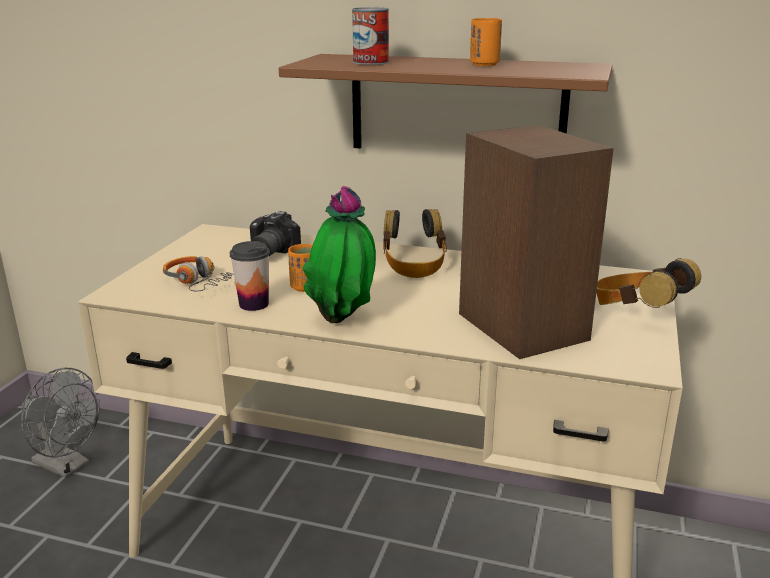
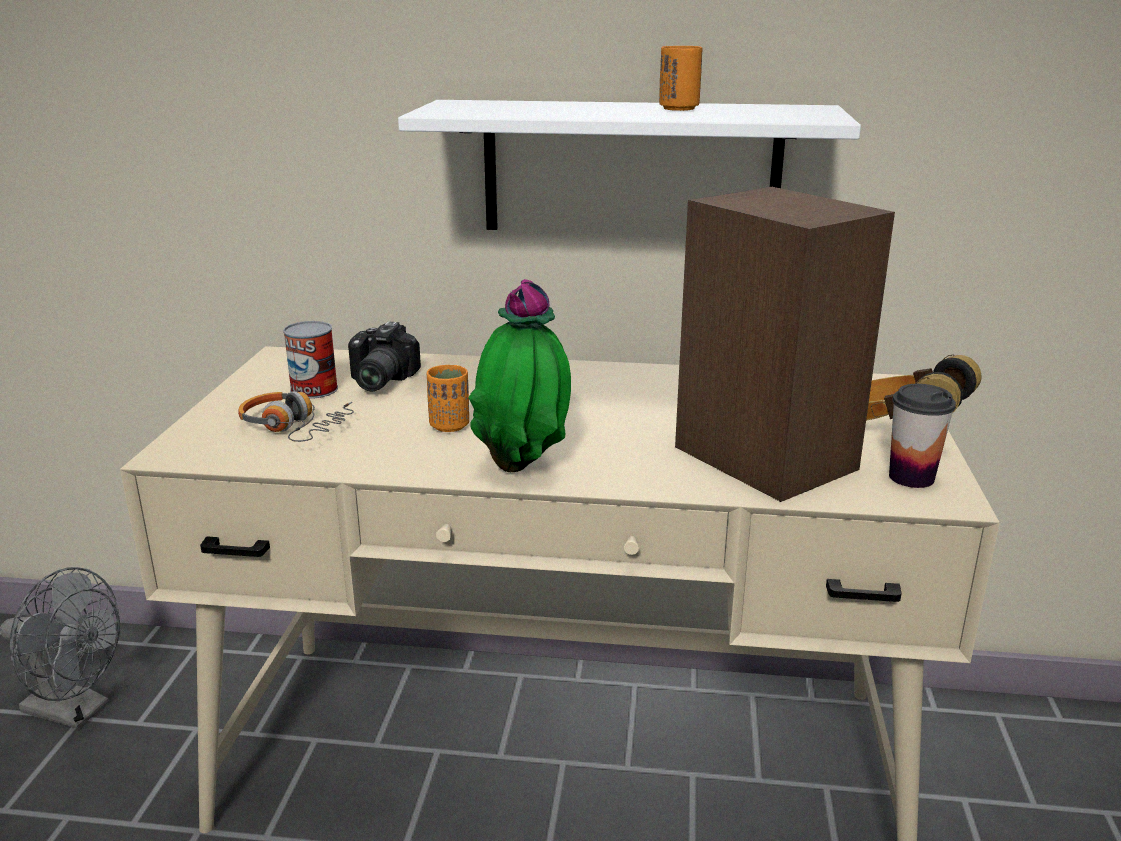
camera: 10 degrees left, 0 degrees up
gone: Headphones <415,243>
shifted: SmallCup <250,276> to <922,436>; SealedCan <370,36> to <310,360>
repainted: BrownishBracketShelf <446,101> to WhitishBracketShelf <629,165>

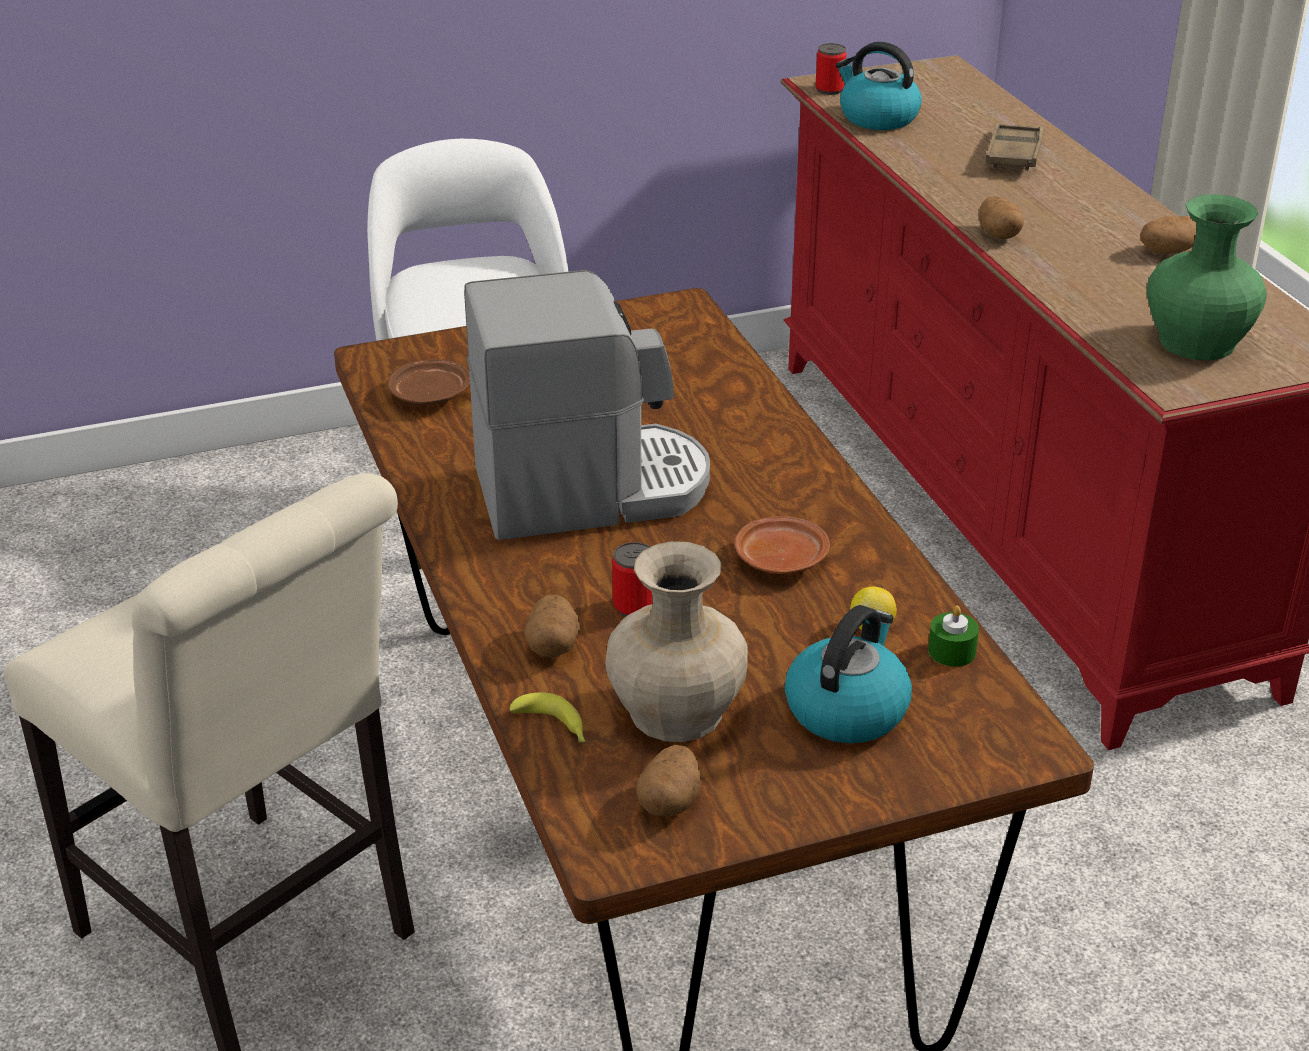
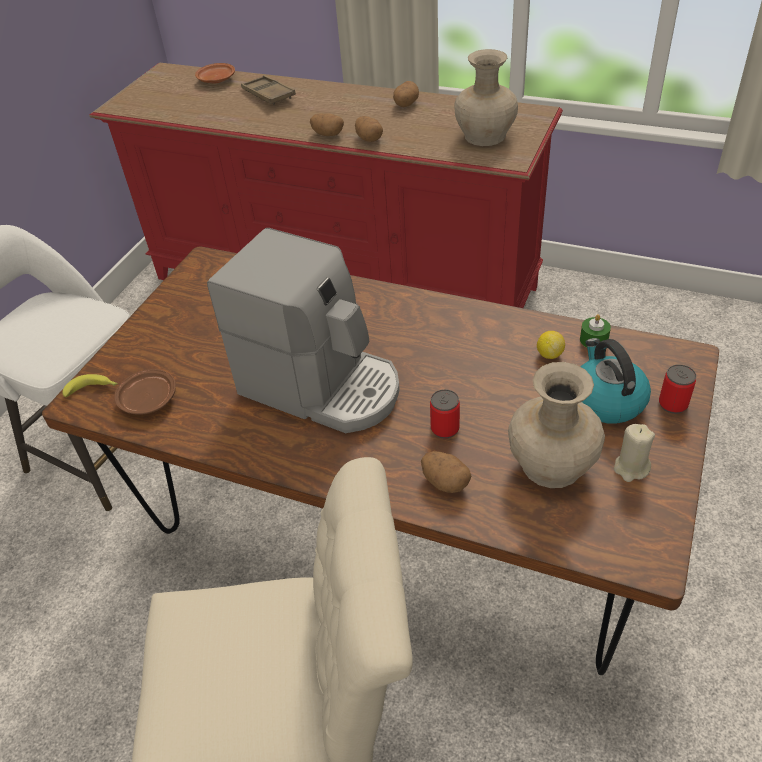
camera: 45 degrees left, 10 degrees up
gone: WaterKettle <879,86>
new: BeigeColouredCandle <634,453>
shifted: WholeBanana <548,717> to <89,385>; Potato <669,781> to <369,129>; BrownishDinnerPlate <782,545> to <215,73>; SealedCan <830,69> to <677,389>
repainted: GreenishDecorativeVase <1207,277> to BeigeColouredDecorativeVase <486,97>
rotated: CoffeeMaker <587,405> = <303,330> 90 degrees clockwise

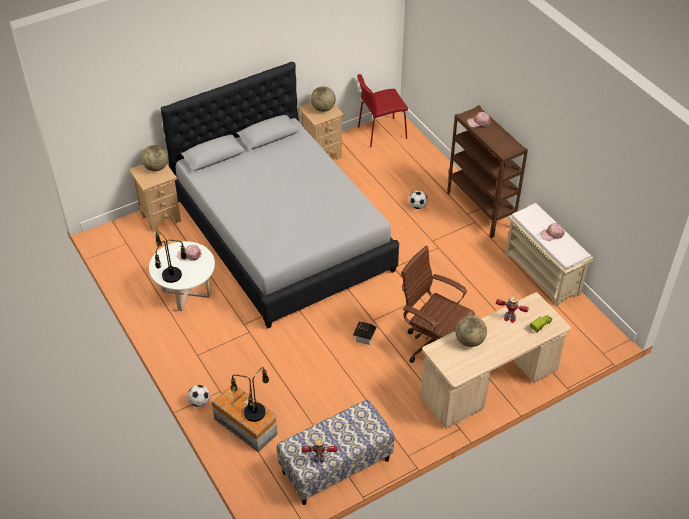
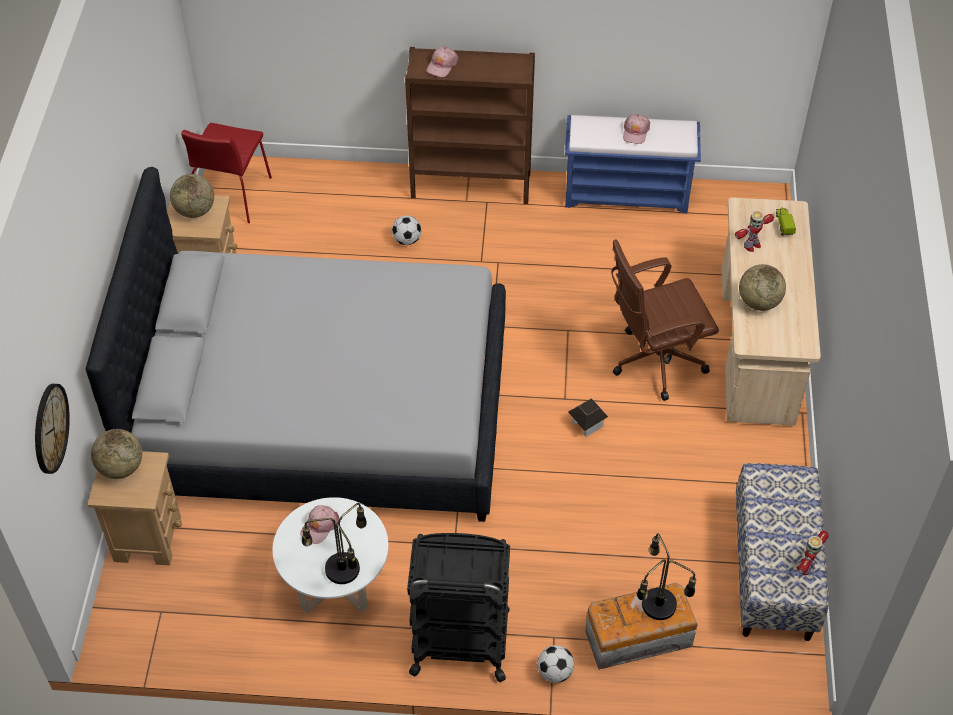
camera: 55 degrees left, 5 degrees up
new: ClockOnTheWall <52,429>; BlackCart <458,607>
repainted: BeigeColouredLongSeat <549,255> to BlueLongSeat <633,164>

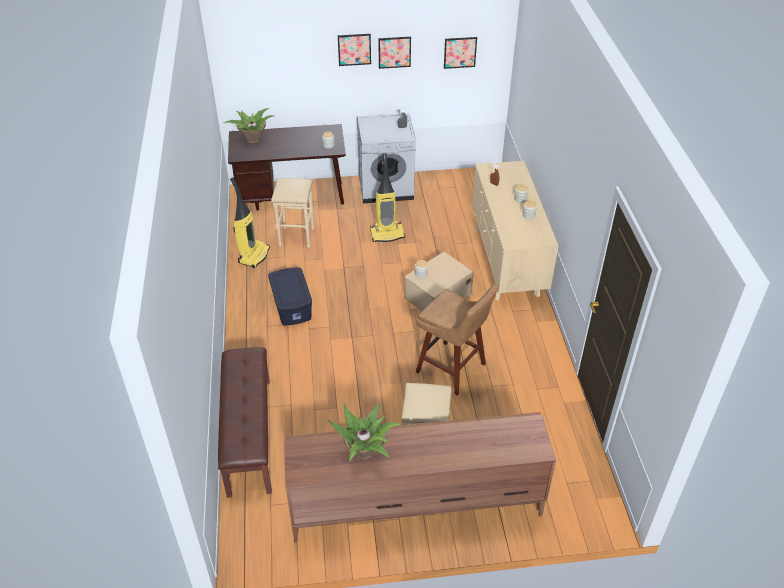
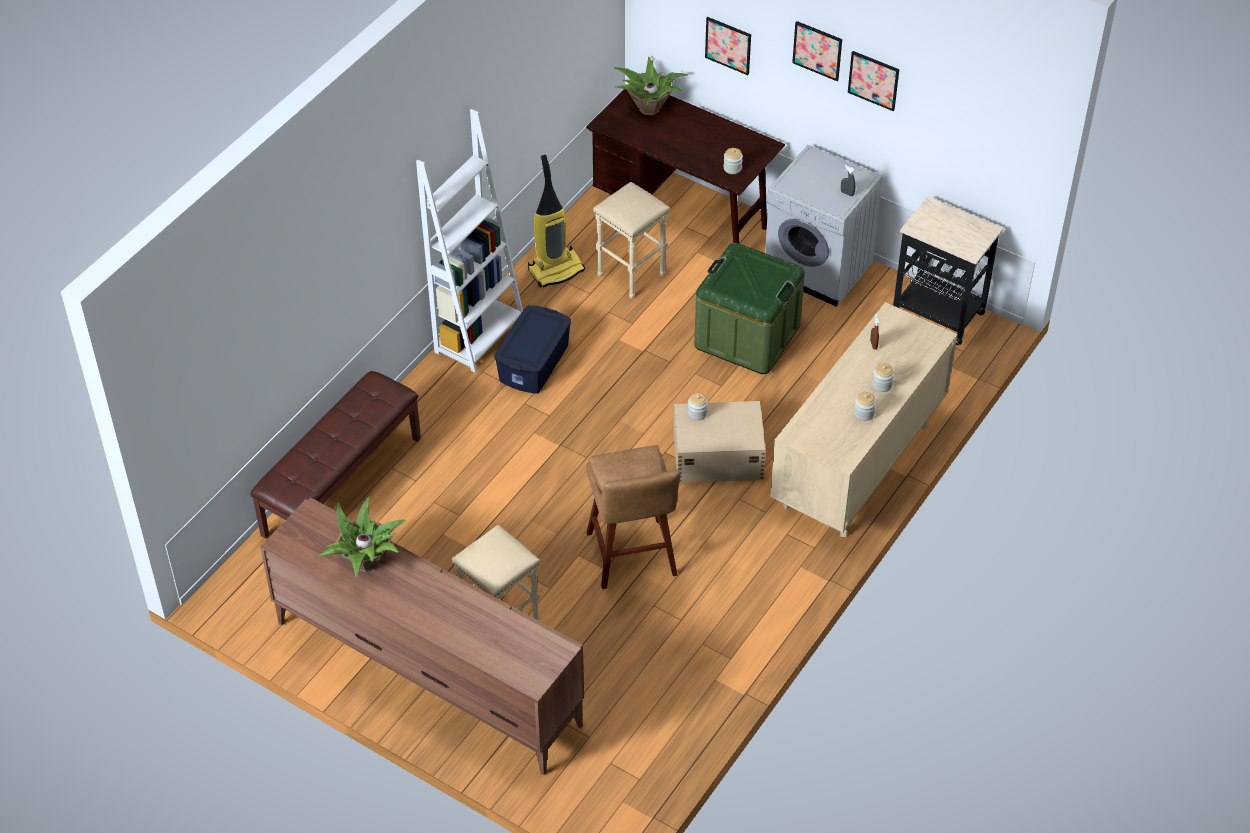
camera: 40 degrees right, 5 degrees up
new: WhitishBookcase <469,241>; Cart <948,271>
shifted: WallPicture <460,53> to <728,46>
swapped: VacuumCleaner <387,197> to GreenishStorageBox <749,308>

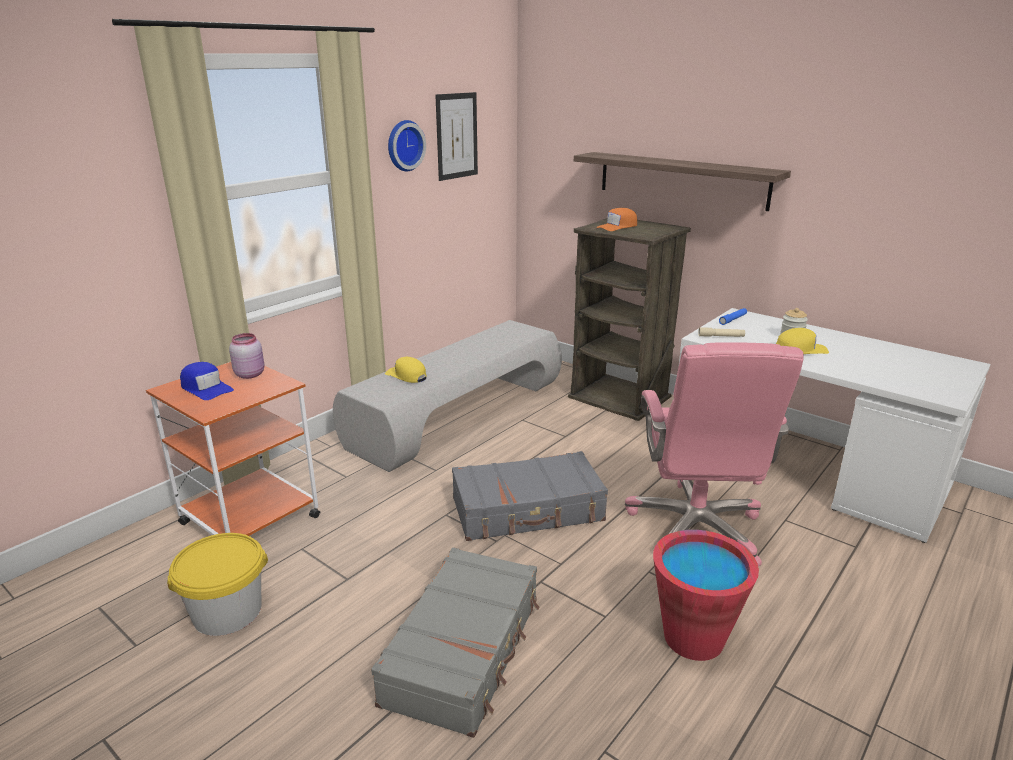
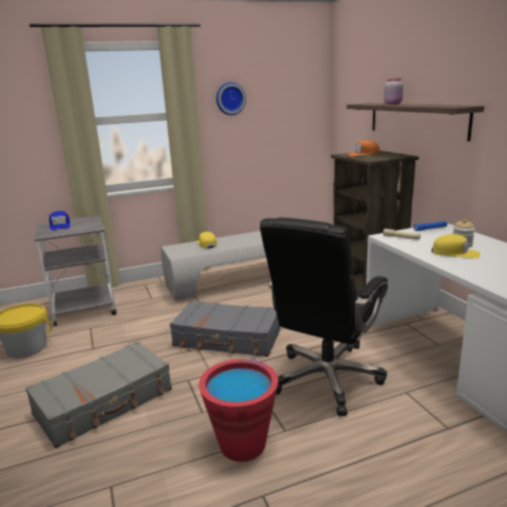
camera: 30 degrees right, 5 degrees down
gone: WallPicture <456,136>
shifted: PinkJar <246,356> to <393,91>
repainted: OrangeCart <233,449> to GreyCart <75,270>; PinkDeskChair <714,454> to BlackDeskChair <324,317>

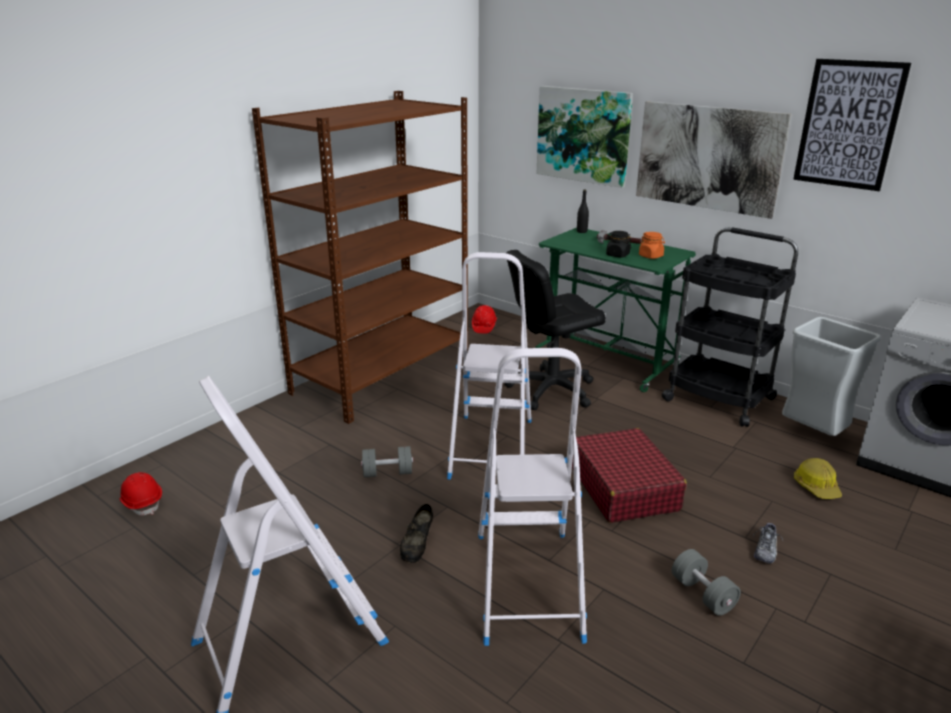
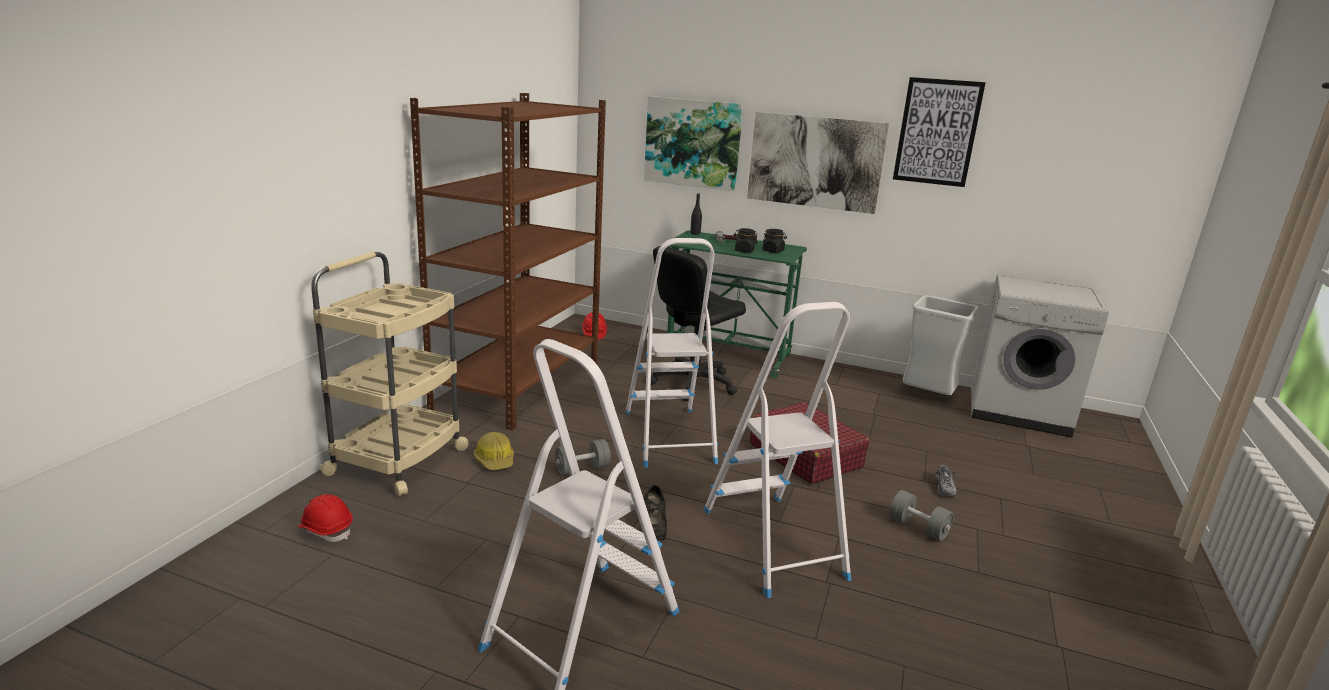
camera: 20 degrees left, 5 degrees down
gone: BlackCart <730,327>
new: BeigeColouredCart <389,374>
shifted: HardHat <818,478> to <494,451>
repainted: OrangeJar <652,245> to BlackJar <775,241>

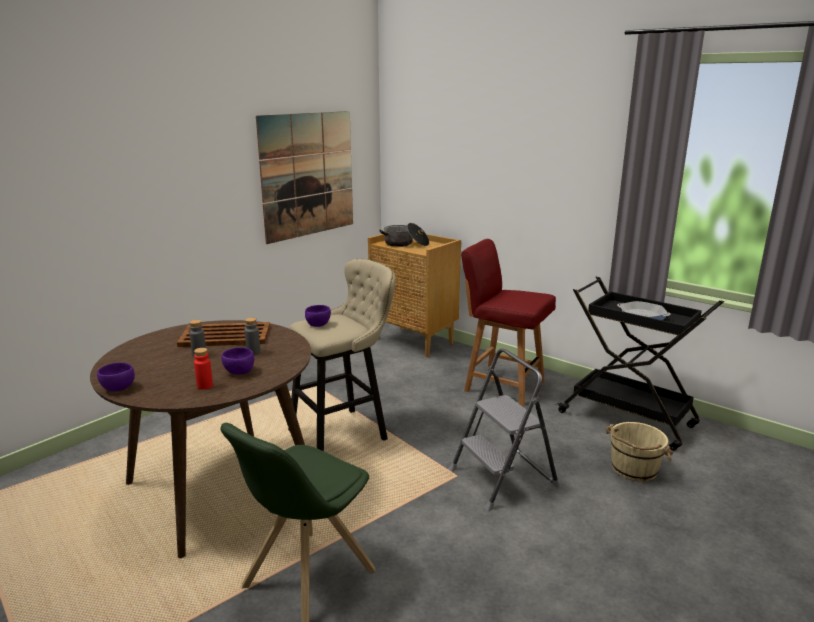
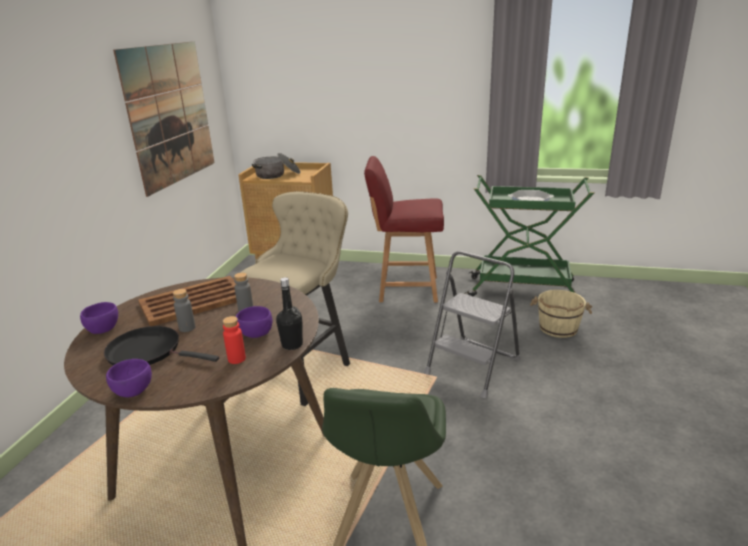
camera: 25 degrees left, 5 degrees up
new: BlackSkillet <161,345>; BlackBottle <289,313>
shifted: PurpleColouredBowl <318,316> to <99,318>
repainted: BlackCart <640,364> to GreenishCart <529,236>

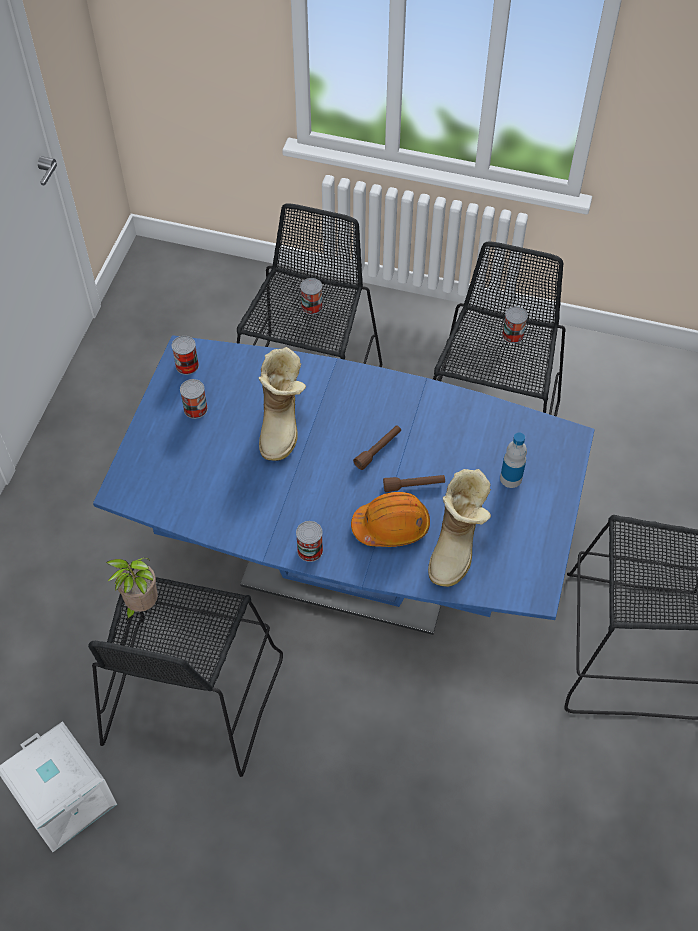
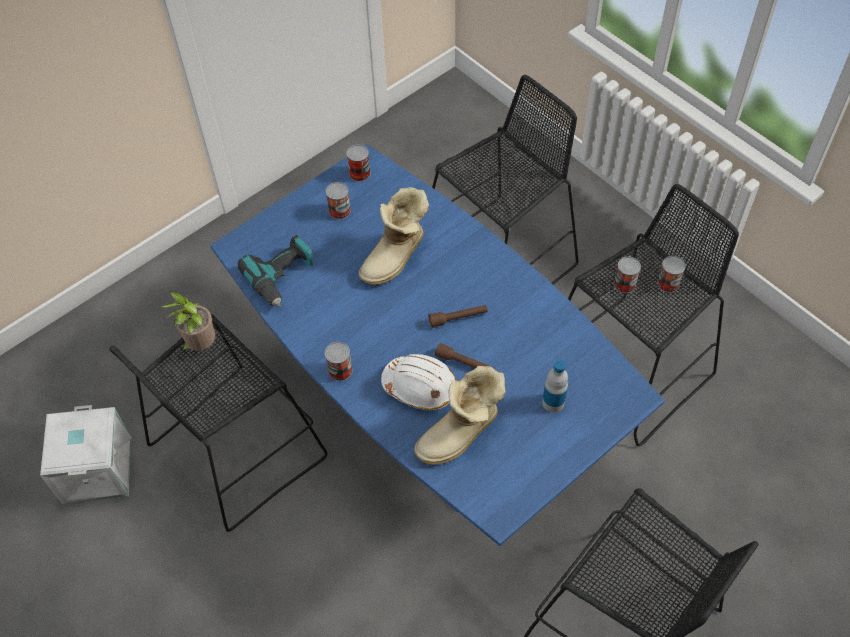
camera: 35 degrees right, 0 degrees up
new: ElectricDrill <276,271>
shifted: SealedCan <311,296> to <627,275>
repainted: OrangeHardHat <390,519> to WhitishHardHat <419,382>

